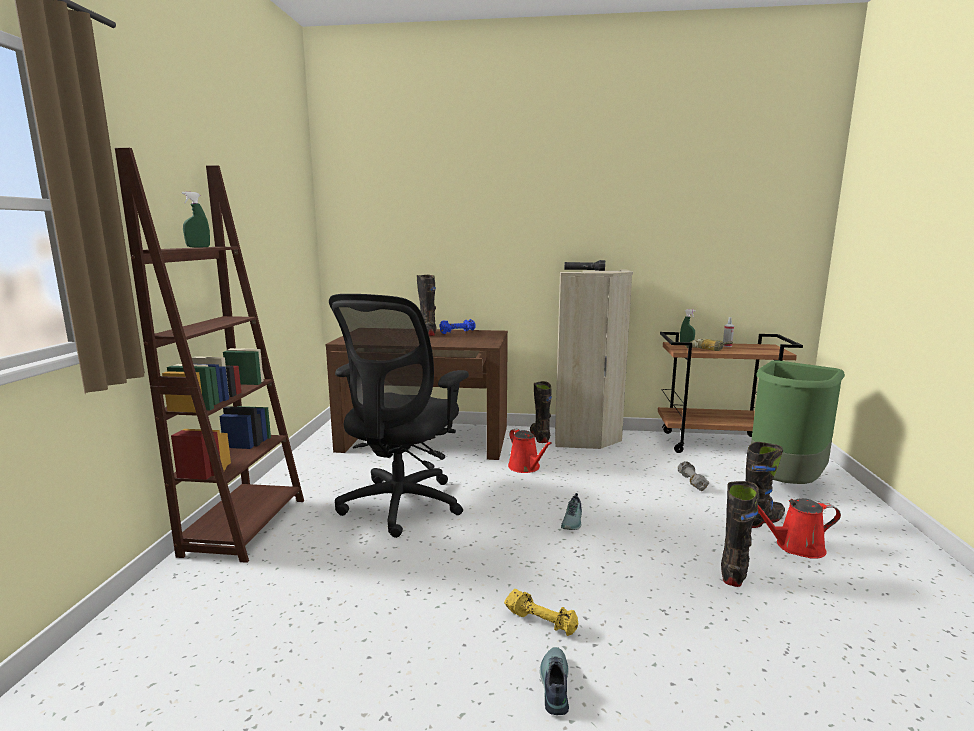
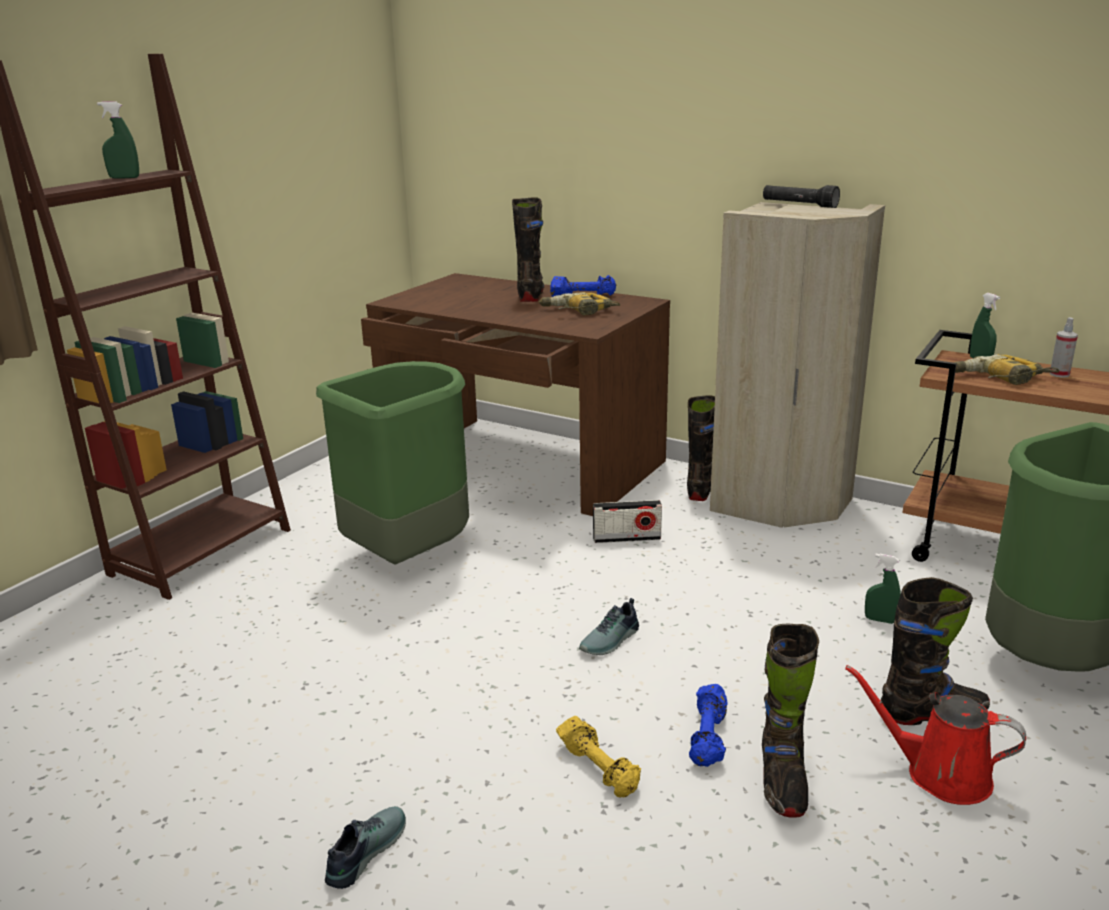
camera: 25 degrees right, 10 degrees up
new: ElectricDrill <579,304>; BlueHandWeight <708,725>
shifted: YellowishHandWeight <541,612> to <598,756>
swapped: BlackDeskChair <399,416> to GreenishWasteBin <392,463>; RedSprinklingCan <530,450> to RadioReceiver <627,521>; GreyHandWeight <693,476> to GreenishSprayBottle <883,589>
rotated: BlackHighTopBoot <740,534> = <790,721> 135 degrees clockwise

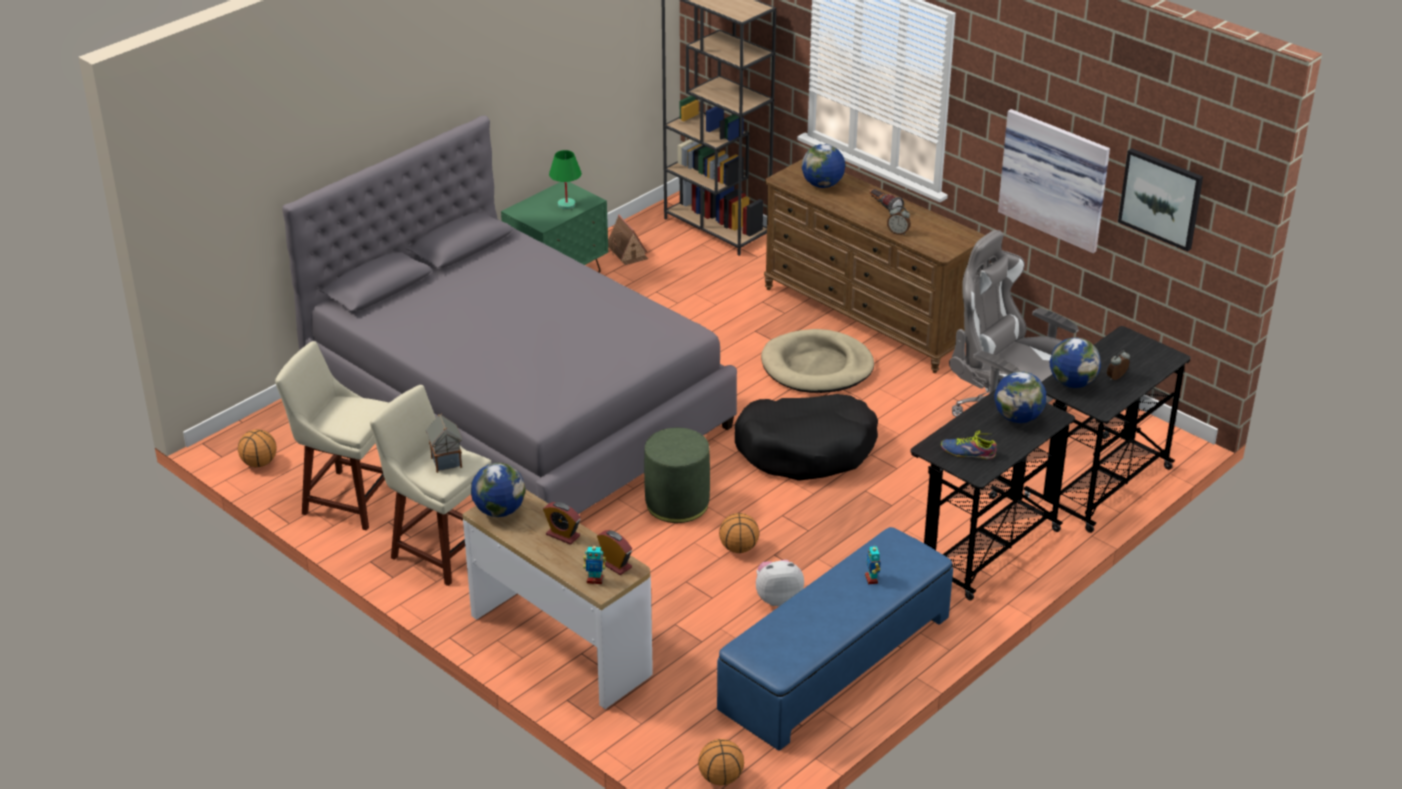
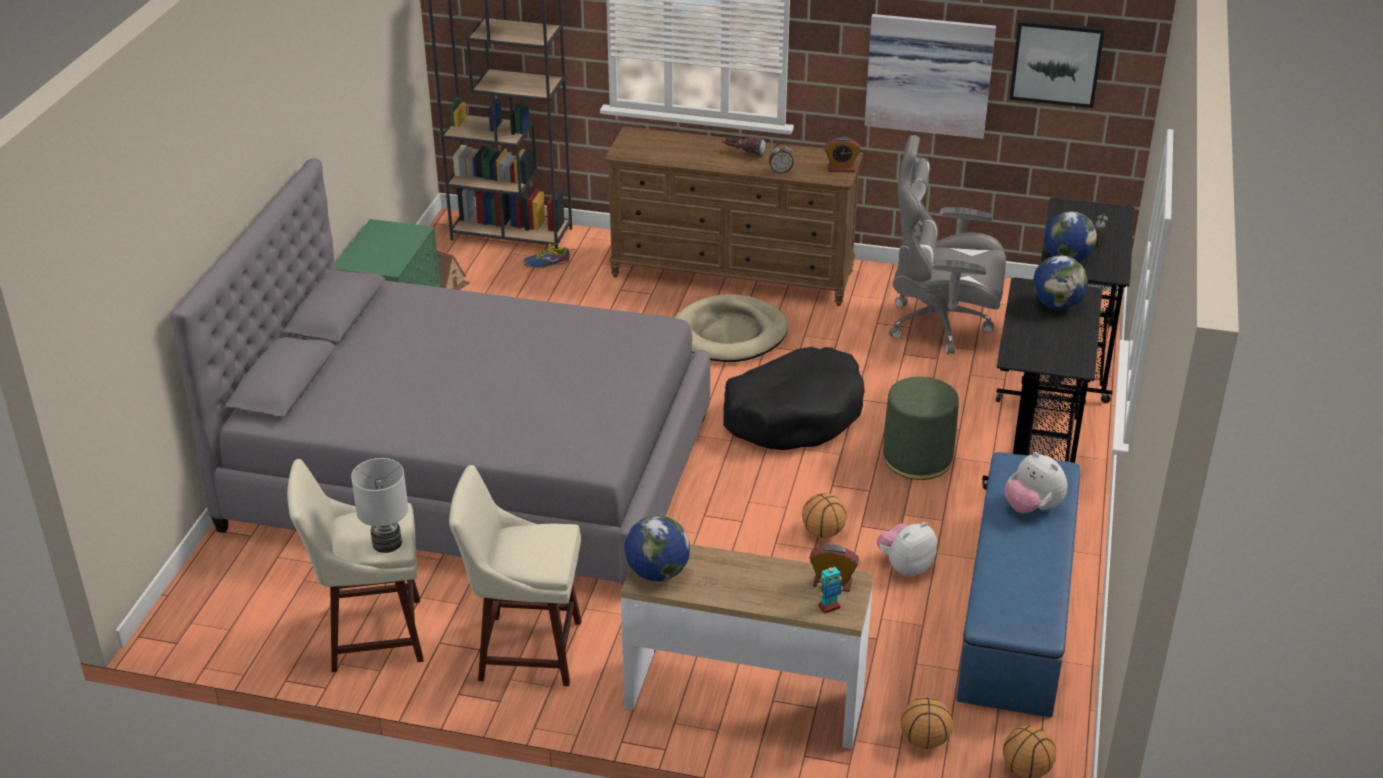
camera: 30 degrees left, 0 degrees up
gone: ModelHouse <444,443>; GreenishTabletopLamp <565,180>; WorldGlobe <823,166>
new: GreyTabletopLamp <379,505>
shifted: BallForBasketball <257,448> to <927,723>; BedsideClock <562,523> to <842,154>; GreenishOttoman <677,475> to <921,428>; Shoe <969,445> to <546,255>
swapped: ModelRobot <873,565> to CuddlyToy <1035,483>

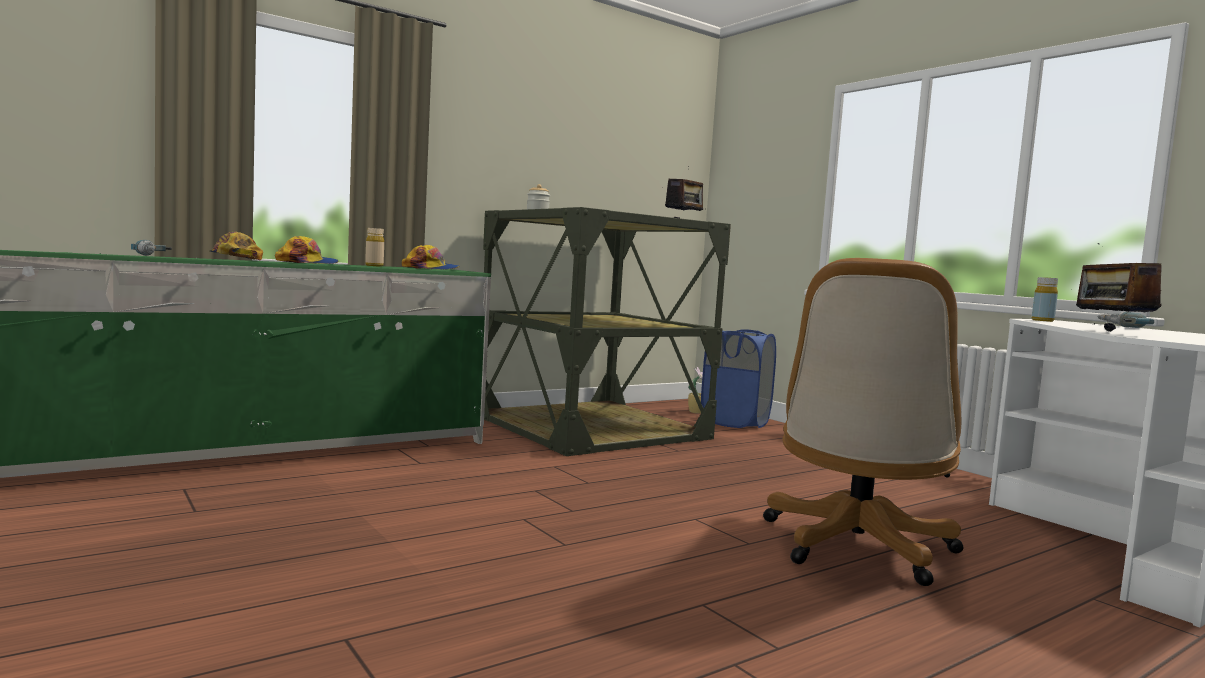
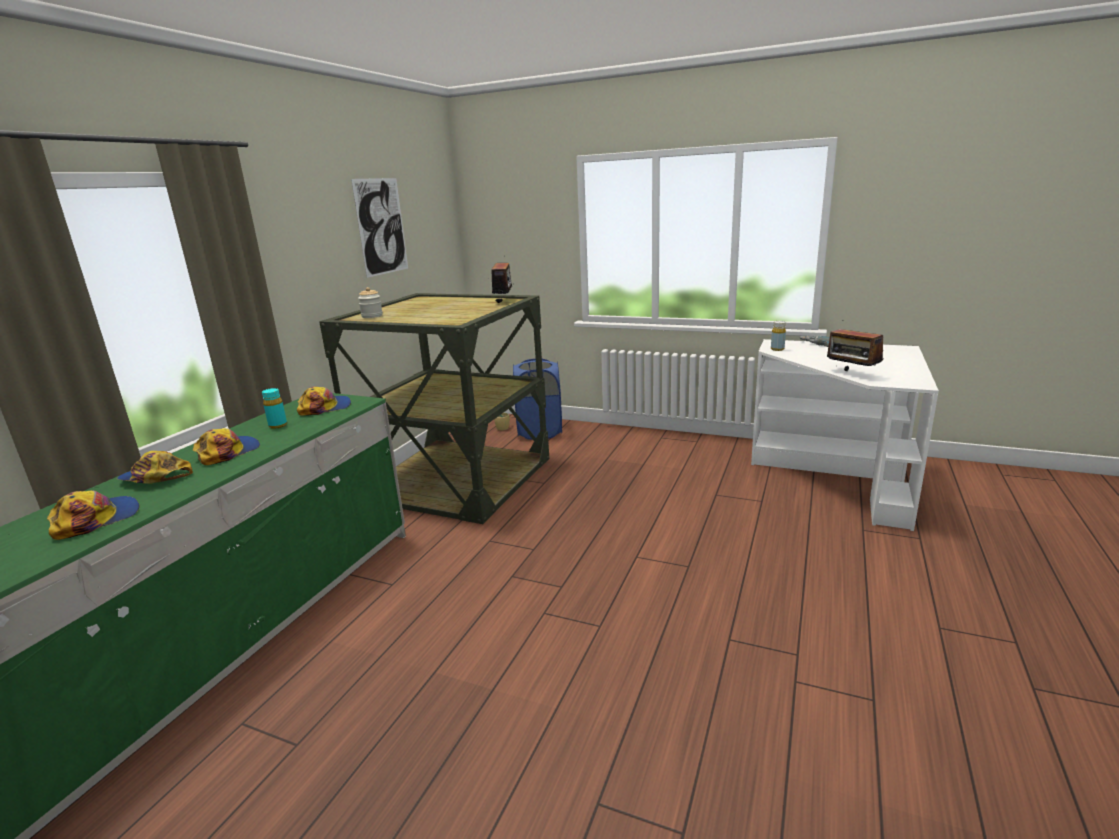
camera: 30 degrees left, 15 degrees up
gone: DeskChair <863,422>
new: WallPicture <379,228>
swapped: ElectricDrill <151,247> to BaseballCap <93,515>
repainted: BeigeColouredBottle <374,247> to TurquoiseColouredBottle <274,408>

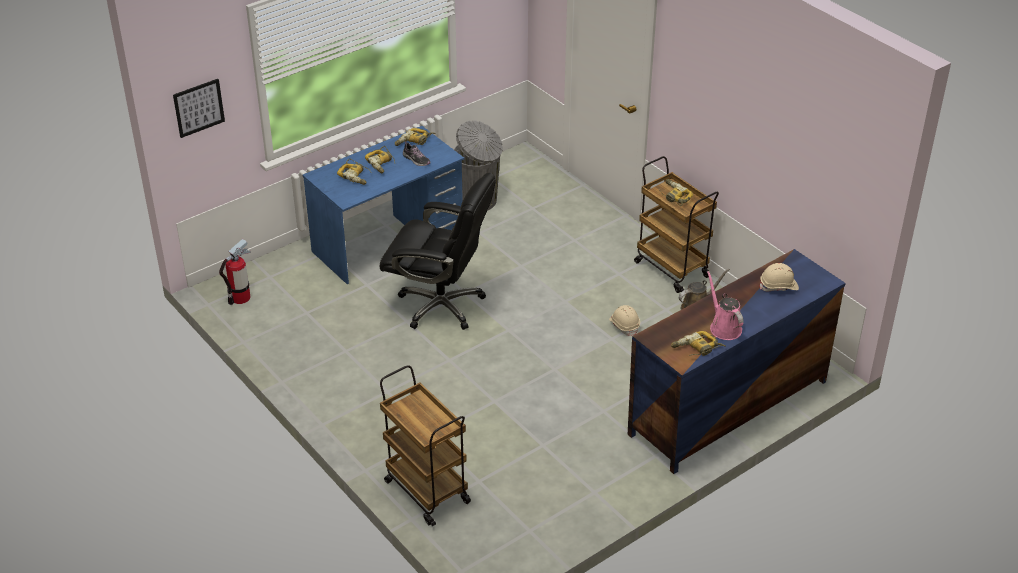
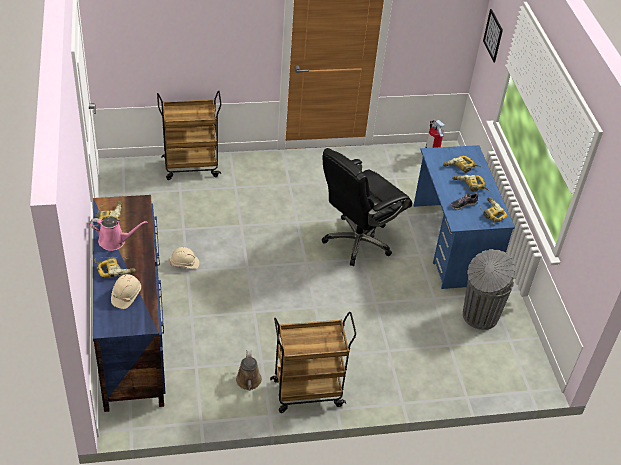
camera: 115 degrees right, 5 degrees up
shifted: BeigeColouredHardHat <624,320> to <184,258>; ElectricDrill <676,192> to <115,267>

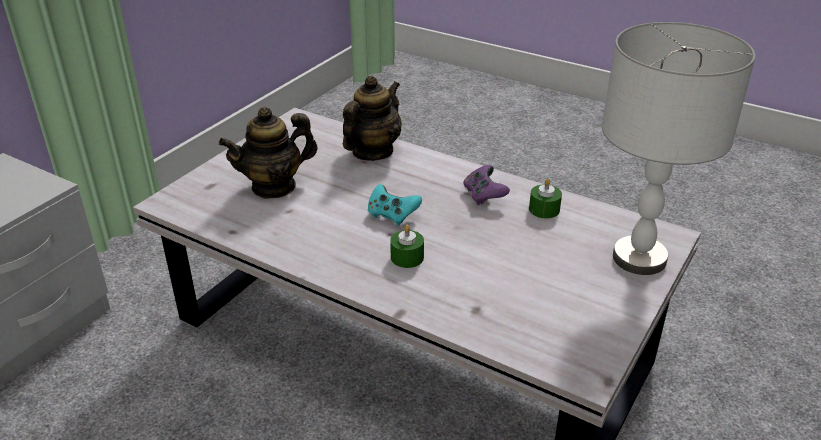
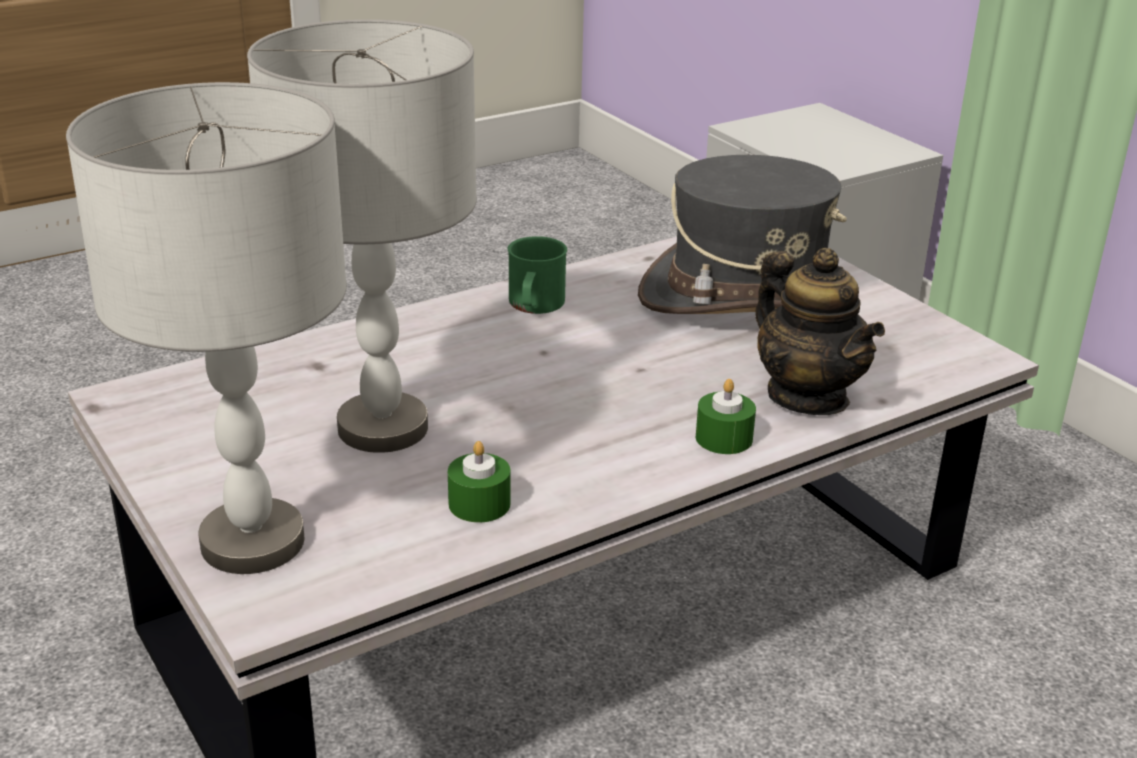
camera: 115 degrees right, 5 degrees down
gone: TurquoiseColouredGamepad <395,205>; PurpleColouredGamepad <486,185>
new: GreyTabletopLamp <362,236>; GreenishCoffeeMug <537,275>
shifted: GreenishCandle <407,246> to <726,416>
swapped: TeaPot <268,153> to GreyClothingHat <742,234>

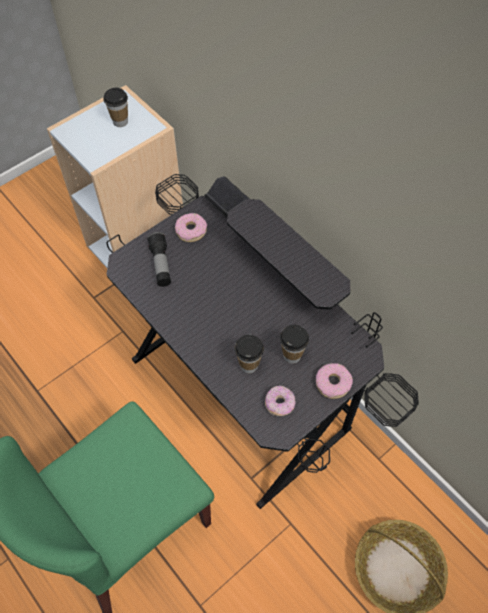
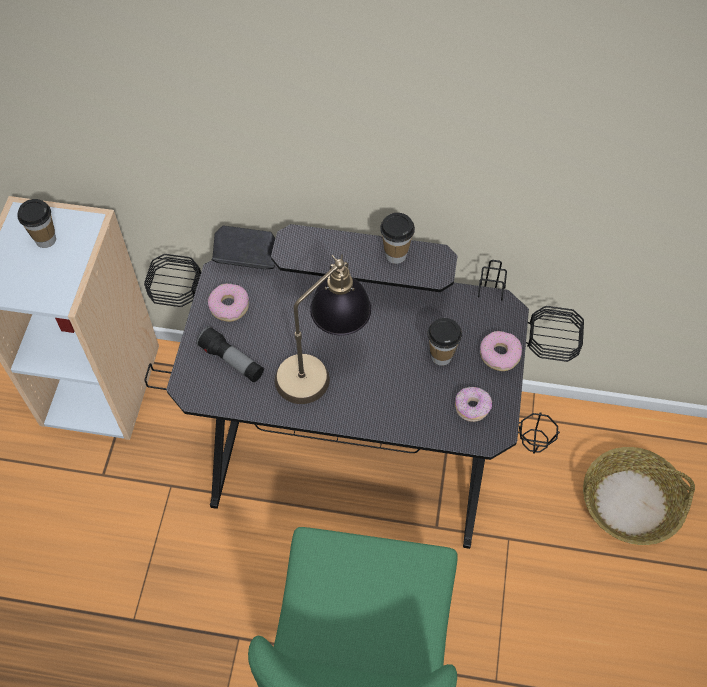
camera: 40 degrees left, 0 degrees up
new: TabletopLamp <322,329>
shifted: SmallCup <249,354> to <397,238>

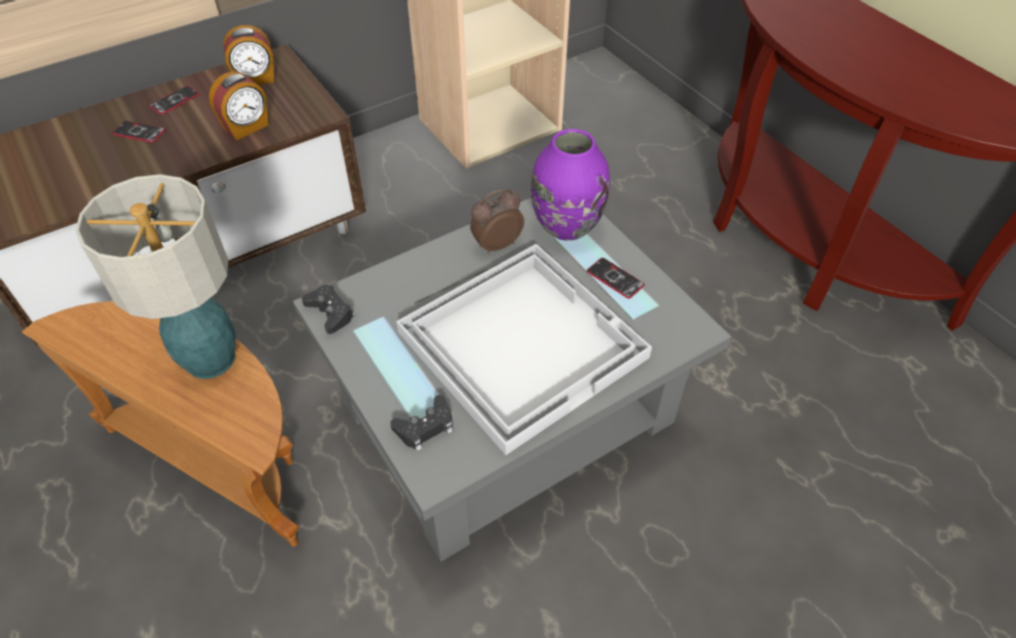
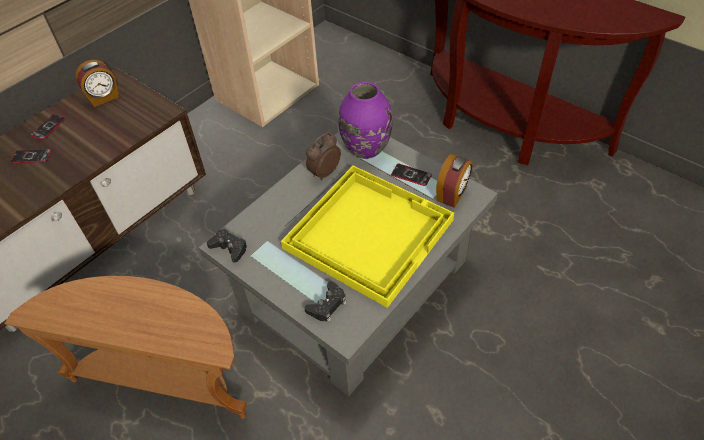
camera: 15 degrees left, 0 degrees up
gone: TabletopLamp <155,276>
shifted: BedsideClock <238,106> to <454,181>
repainted: WhitishTray <524,349> to YellowishTray <367,237>

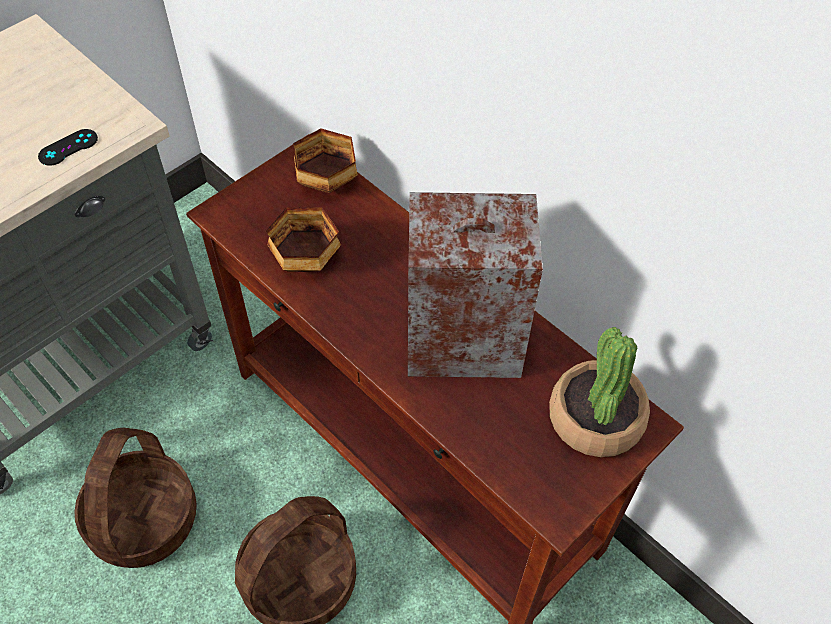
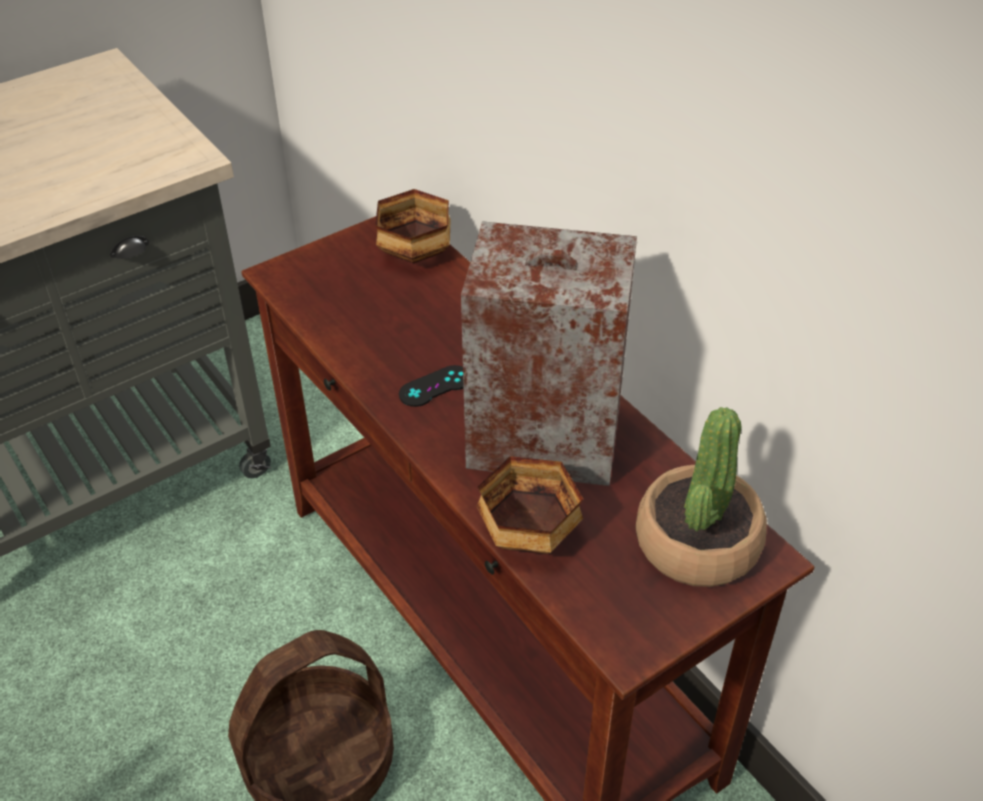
camera: 10 degrees right, 10 degrees down
gone: StorageBasket <135,498>
shifted: BlackGamepad <68,147> to <431,386>; Bowl <303,239> to <530,505>

